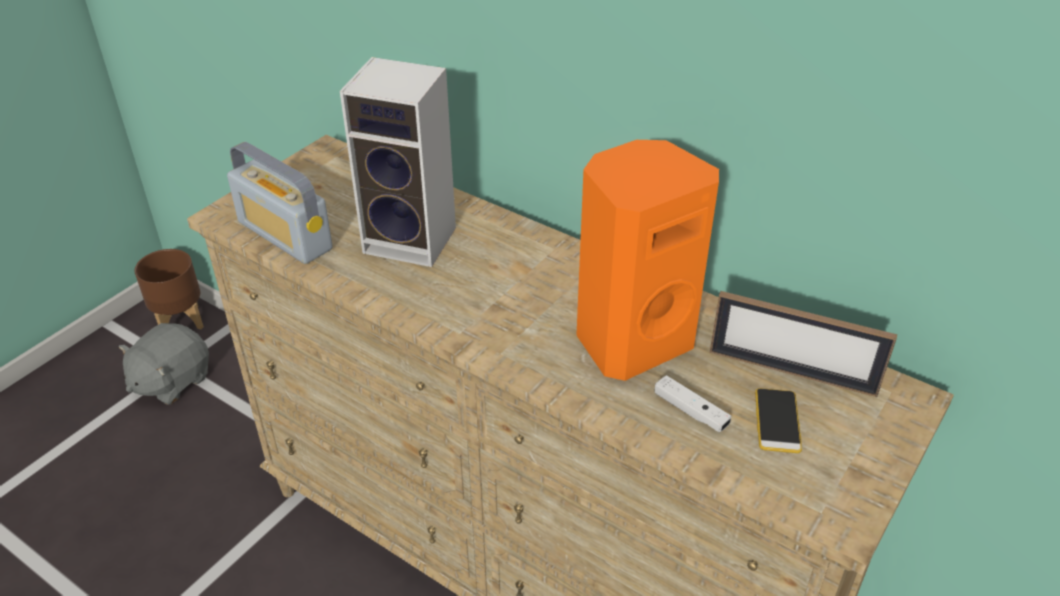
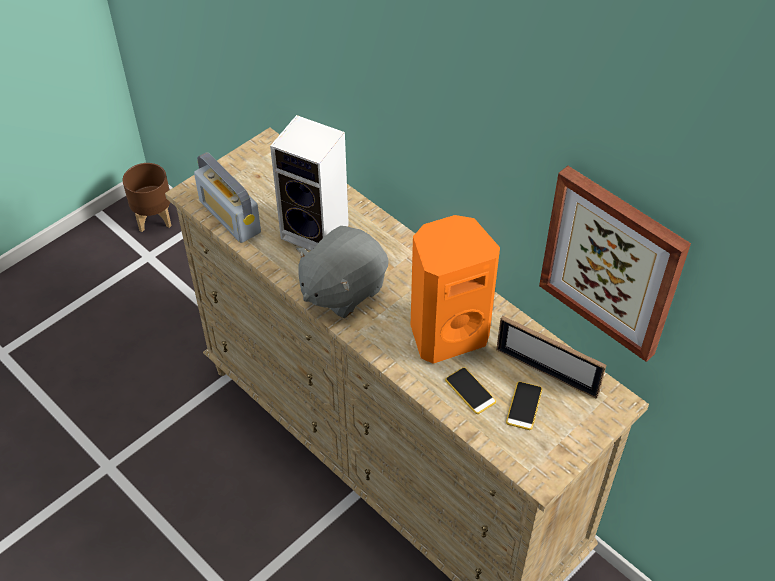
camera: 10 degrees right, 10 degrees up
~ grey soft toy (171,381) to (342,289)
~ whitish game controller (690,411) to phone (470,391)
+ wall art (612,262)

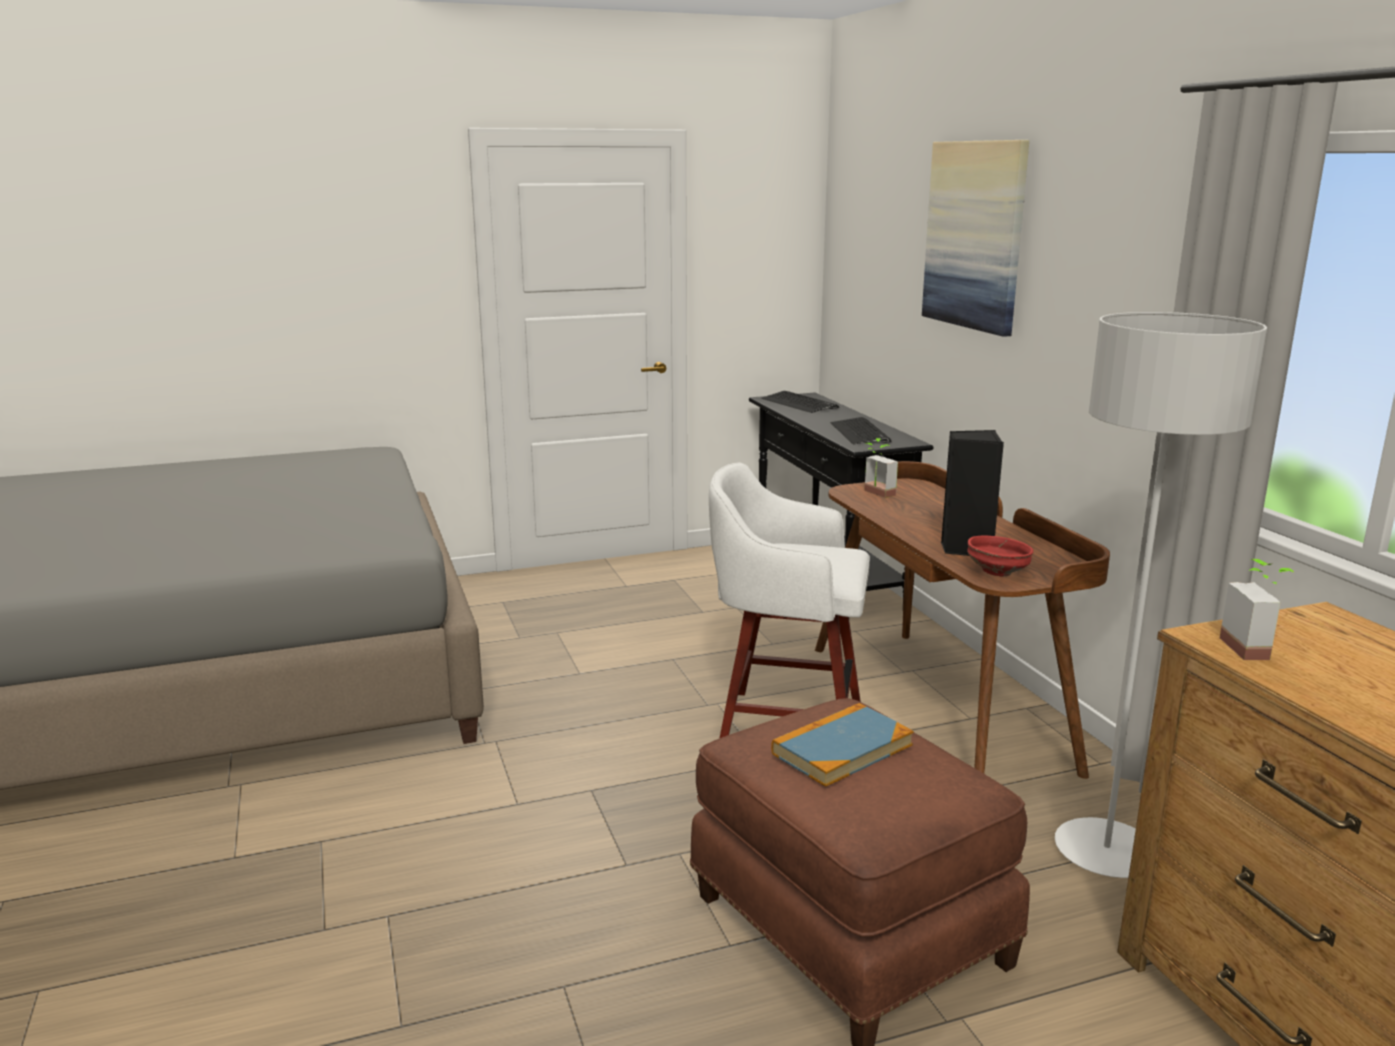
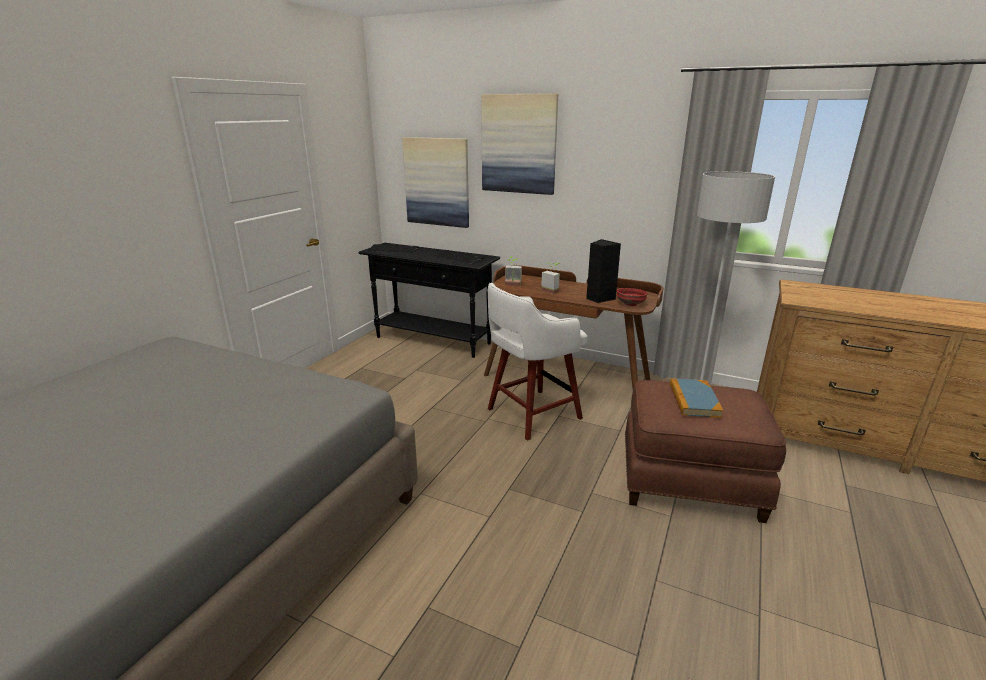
camera: 45 degrees left, 5 degrees up
+ wall art (437,182)
~ houseplant (1255,648) to (552,290)

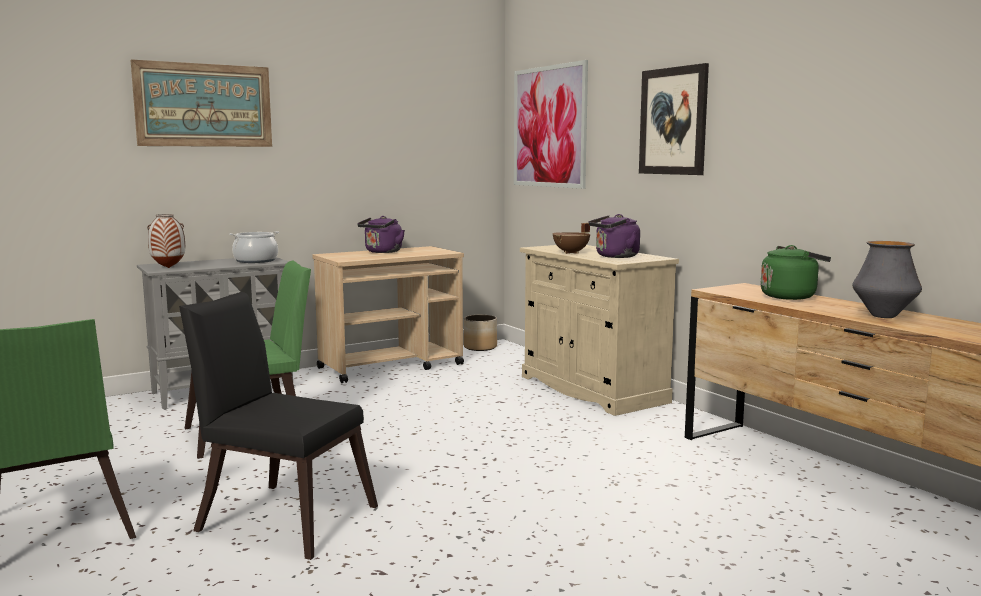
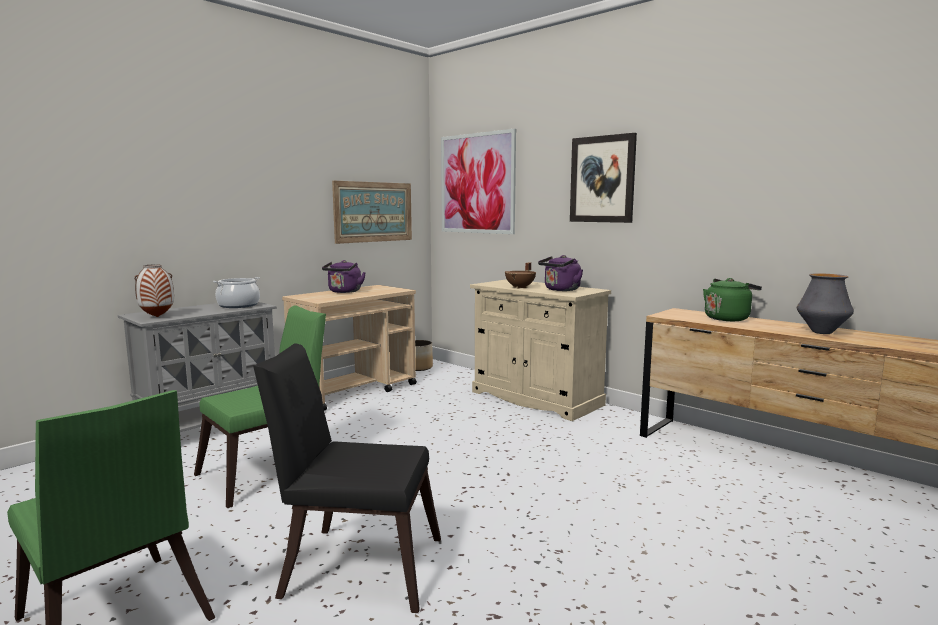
camera: 15 degrees left, 0 degrees up
~ wall art (204,105) to (373,212)

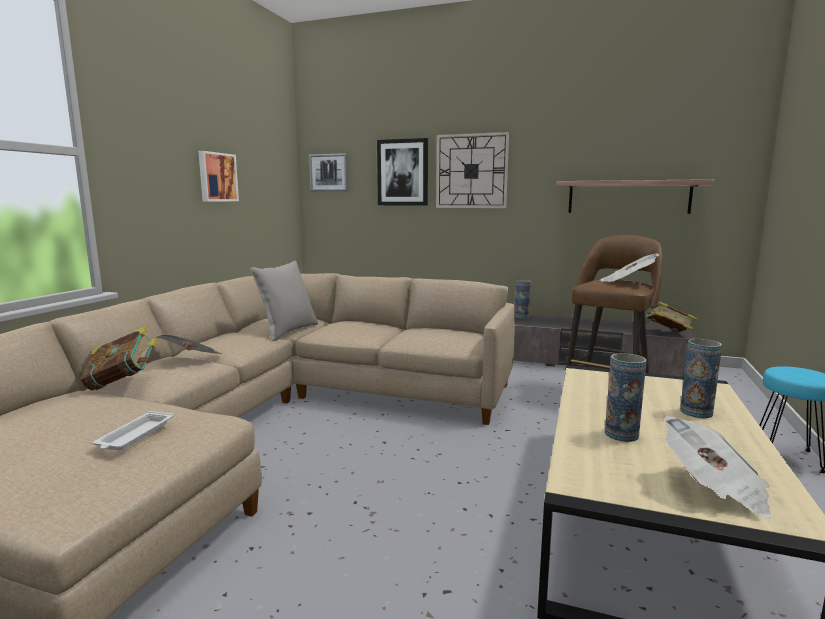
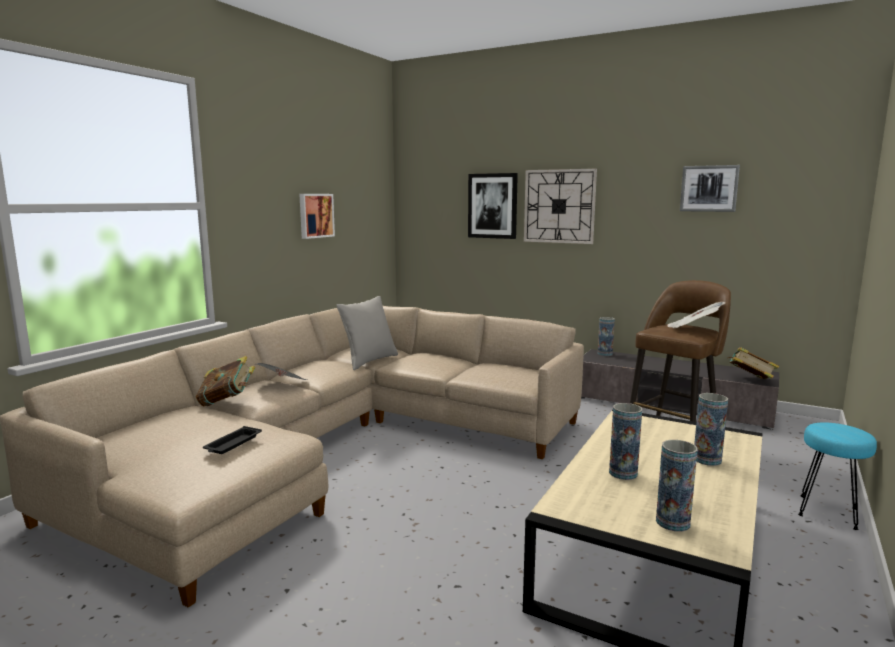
camera: 10 degrees right, 0 degrees up
~ whitish carrying tray (135,435) to black-coloured carrying tray (232,444)
~ printed paper (715,489) to decorative vase (672,522)
~ wall art (329,172) to (709,188)
- bracket shelf (628,197)

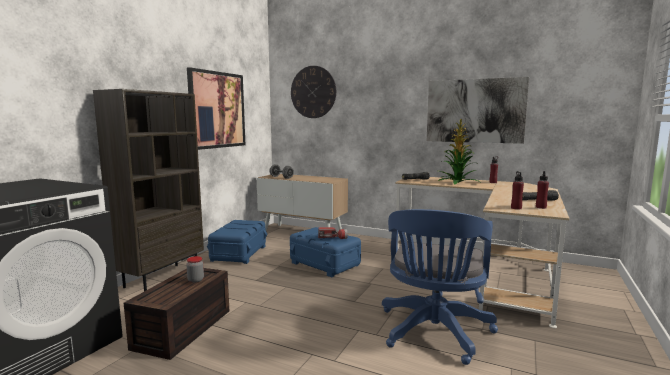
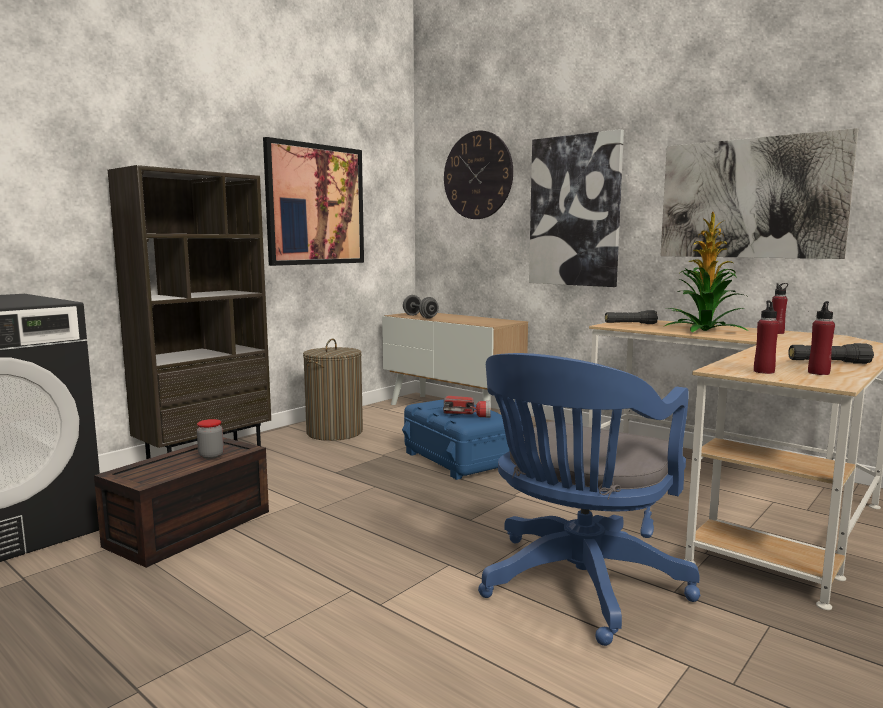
camera: 15 degrees right, 0 degrees up
~ blue-coloured storage box (238,253) to washing basket (334,432)
+ wall art (575,211)

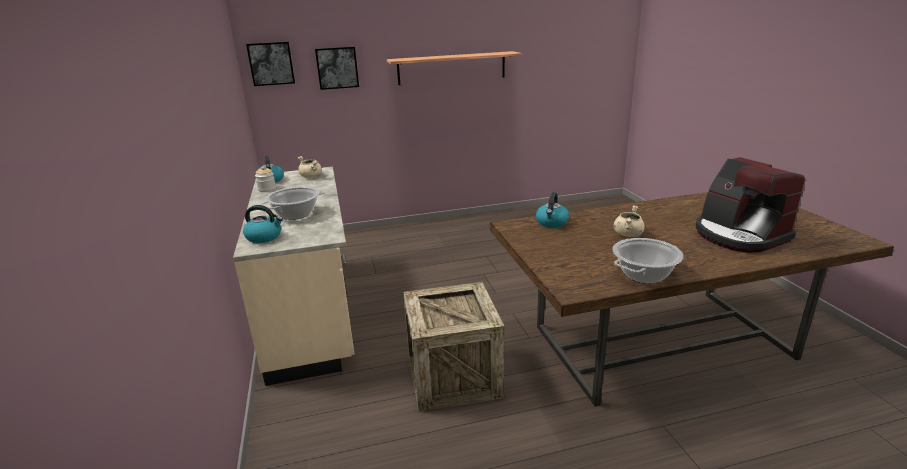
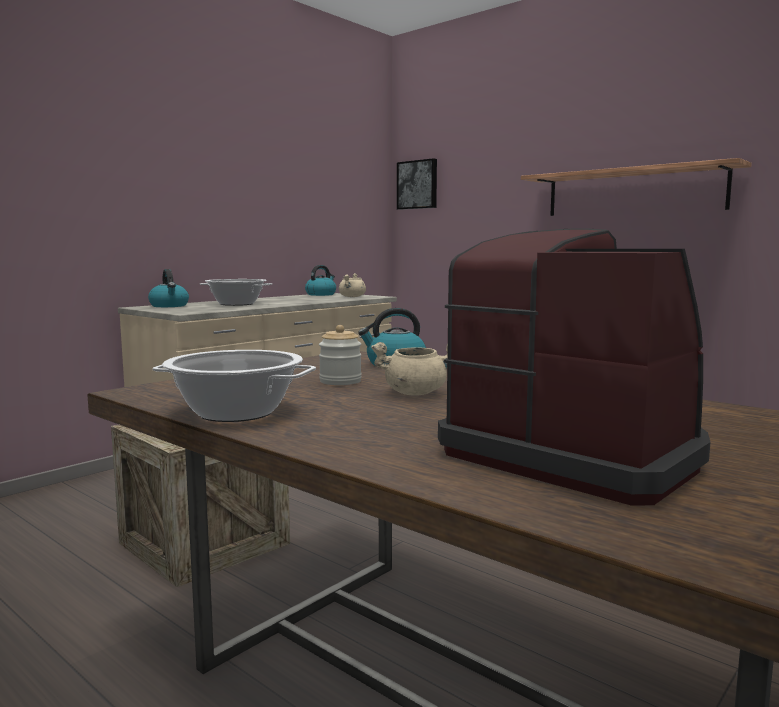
camera: 55 degrees right, 15 degrees down
~ preserve jar (267,189) to (340,381)
~ coffee machine (739,235) = (575,454) 105 degrees clockwise
- wall art (337,68)

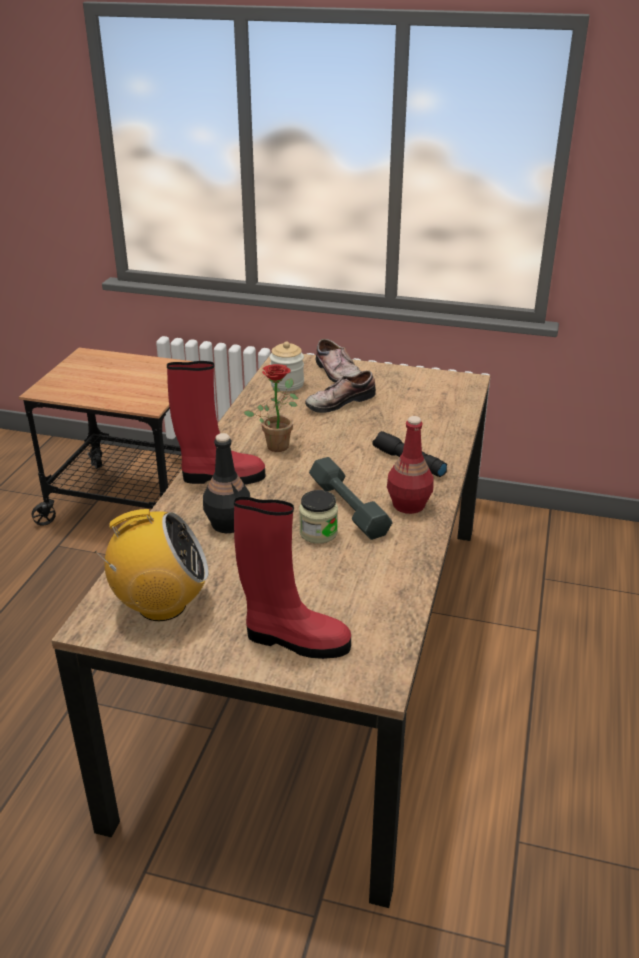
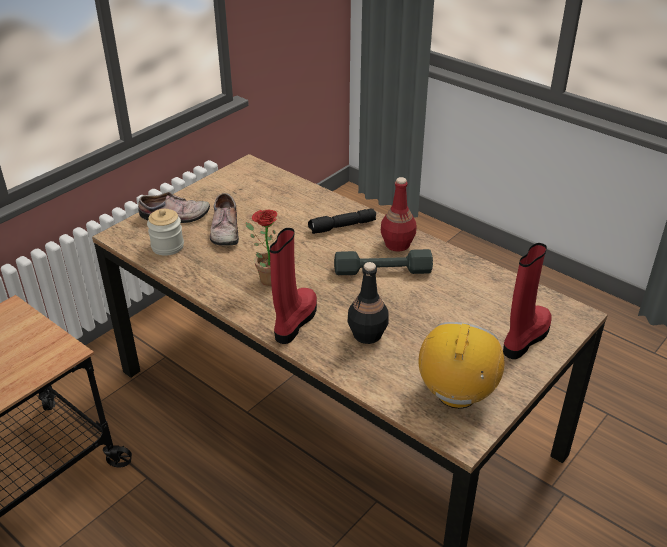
camera: 65 degrees left, 5 degrees up
- preserve jar (318,533)

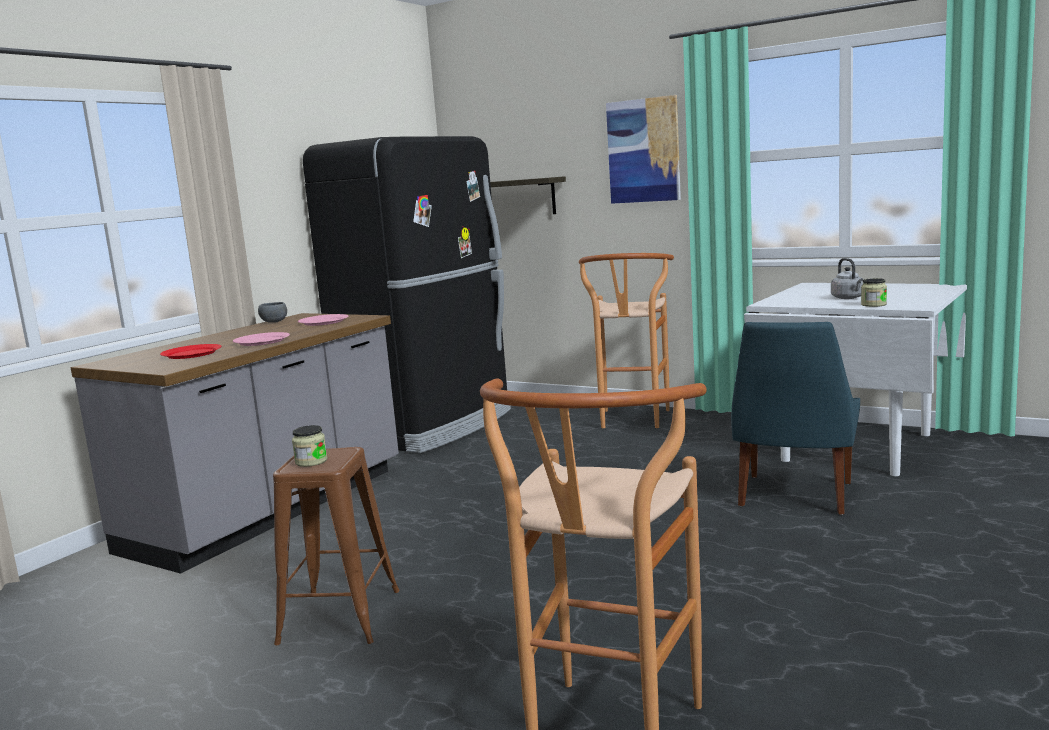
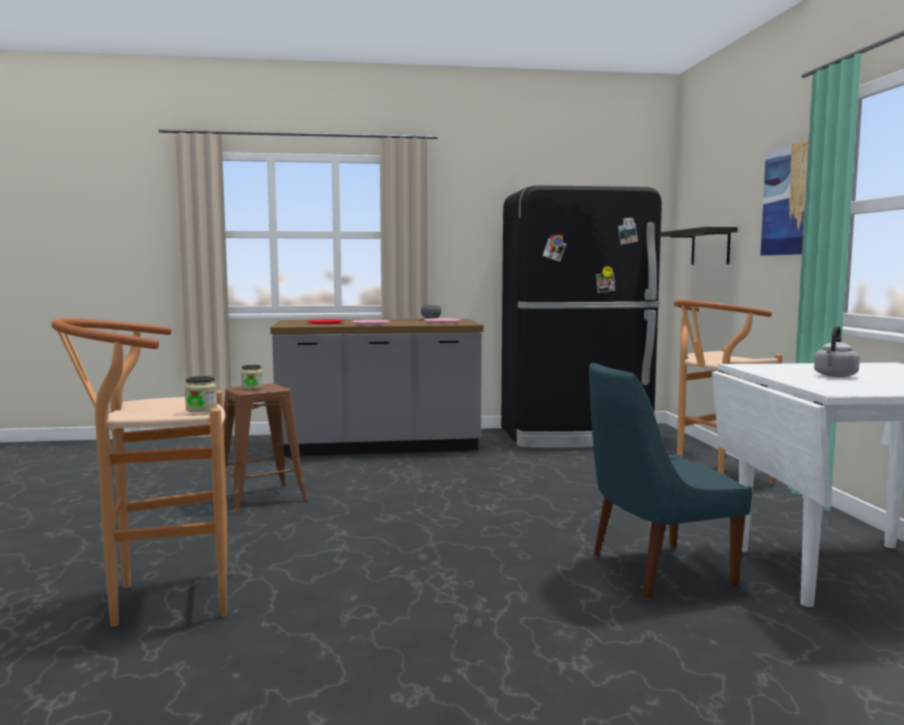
camera: 50 degrees right, 5 degrees down
~ preserve jar (873,305) to (201,409)

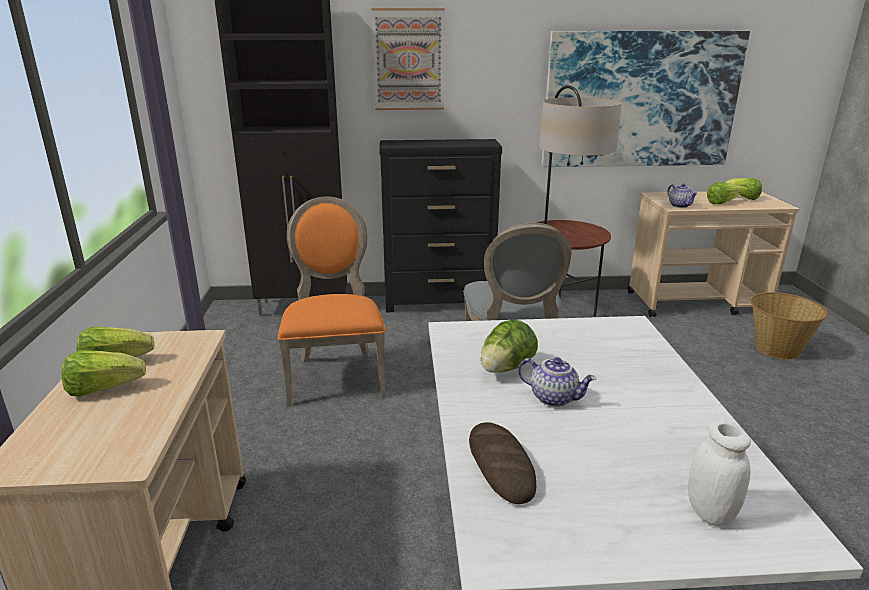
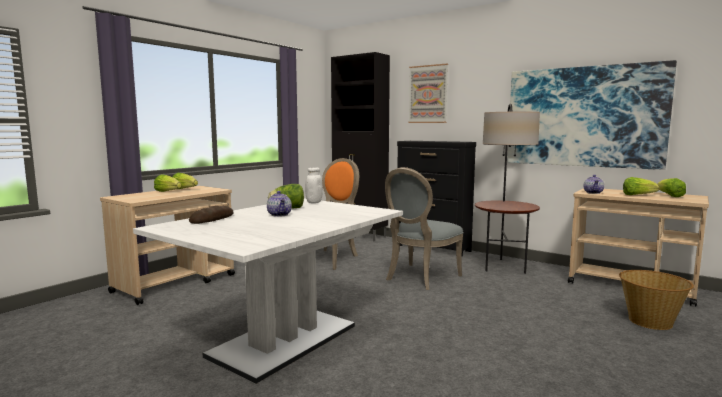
camera: 40 degrees right, 15 degrees down
~ whitish preserve jar (710,513) to (314,202)

